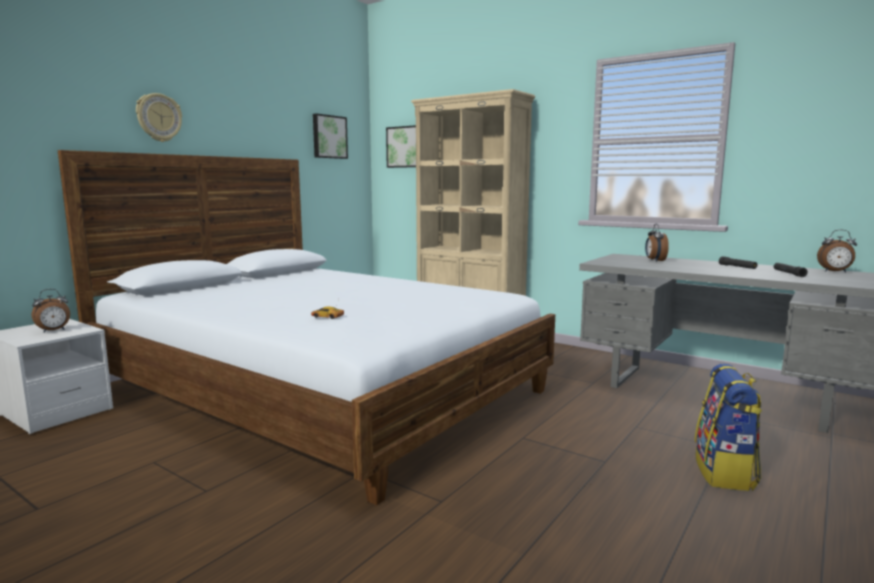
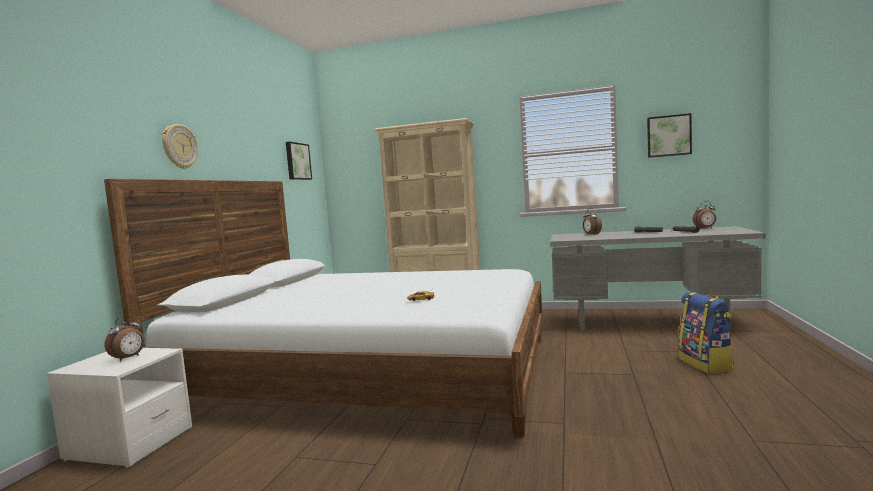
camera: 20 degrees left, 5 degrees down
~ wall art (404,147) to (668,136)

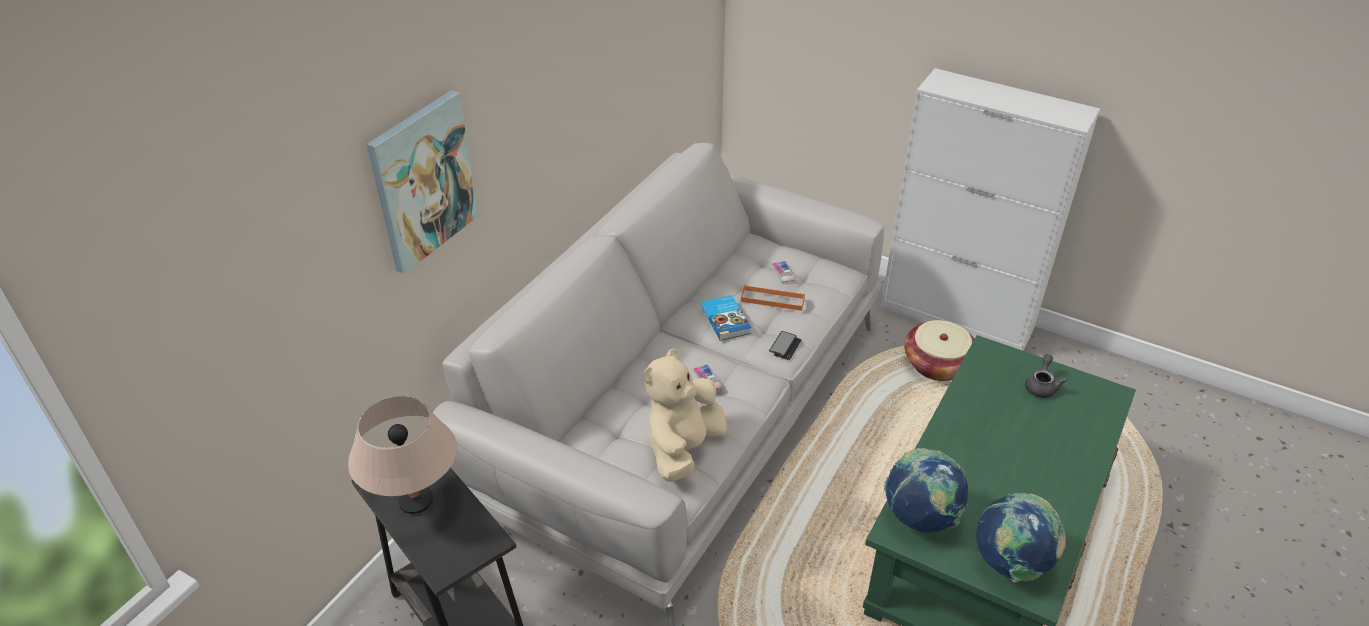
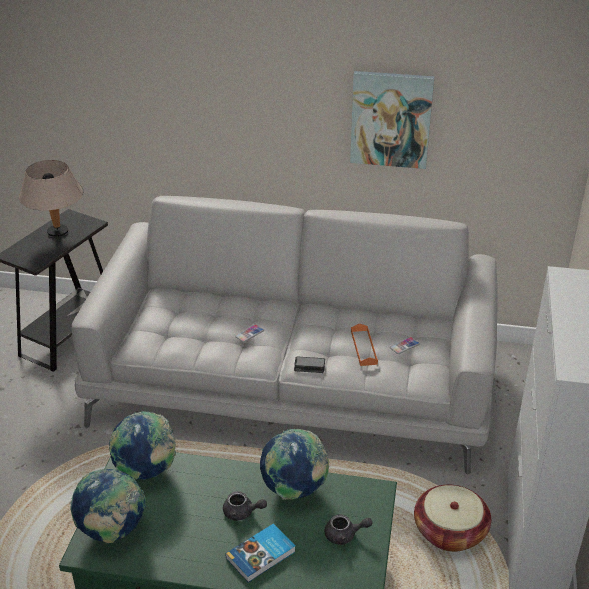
camera: 70 degrees right, 5 degrees down
+ grey tea pot (242,513)
~ book (726,320) to (262,555)
+ world globe (294,489)
~ wall art (423,181) to (391,119)
- sand-coloured soft toy (683,448)

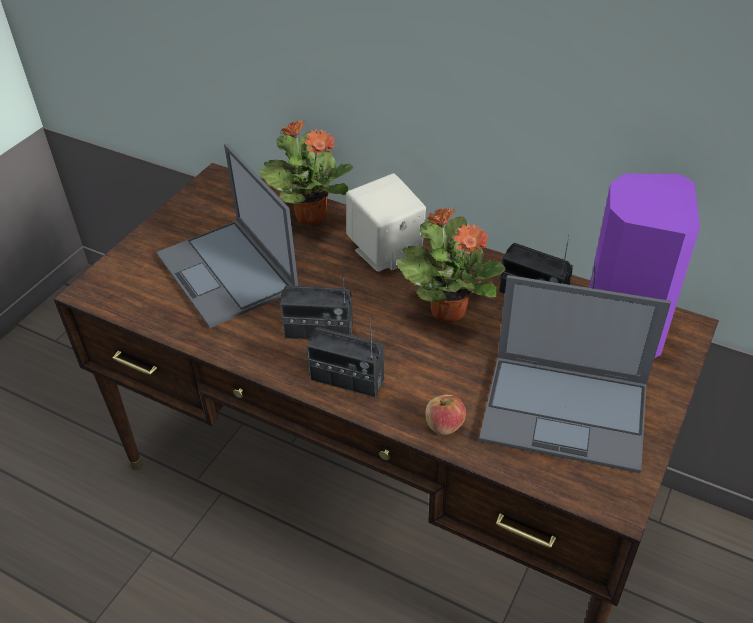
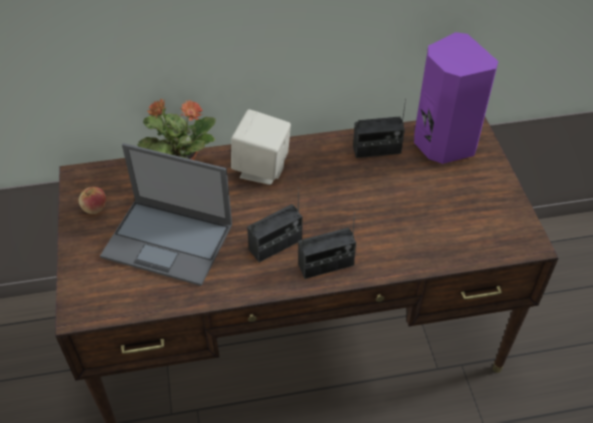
camera: 40 degrees left, 5 degrees up
~ apple (444,425) to (94,208)
- houseplant (447,310)
- laptop (567,411)

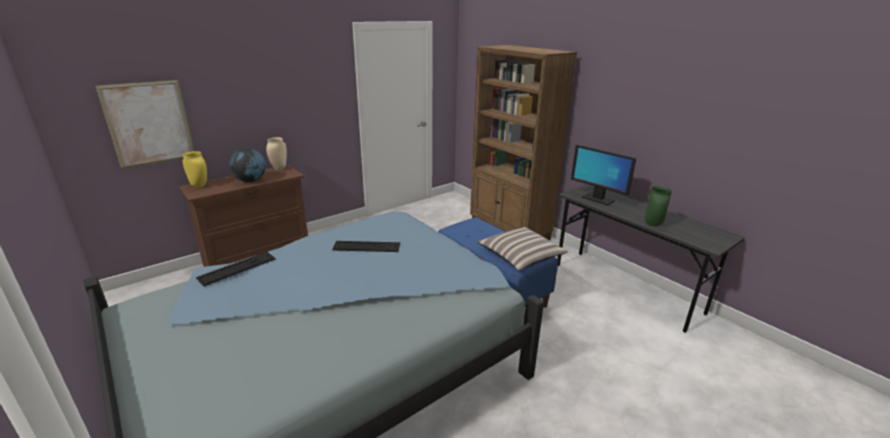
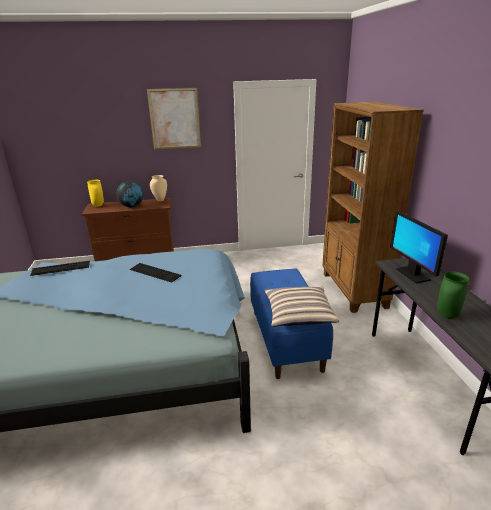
camera: 30 degrees right, 0 degrees up
~ wall art (149,123) to (175,119)

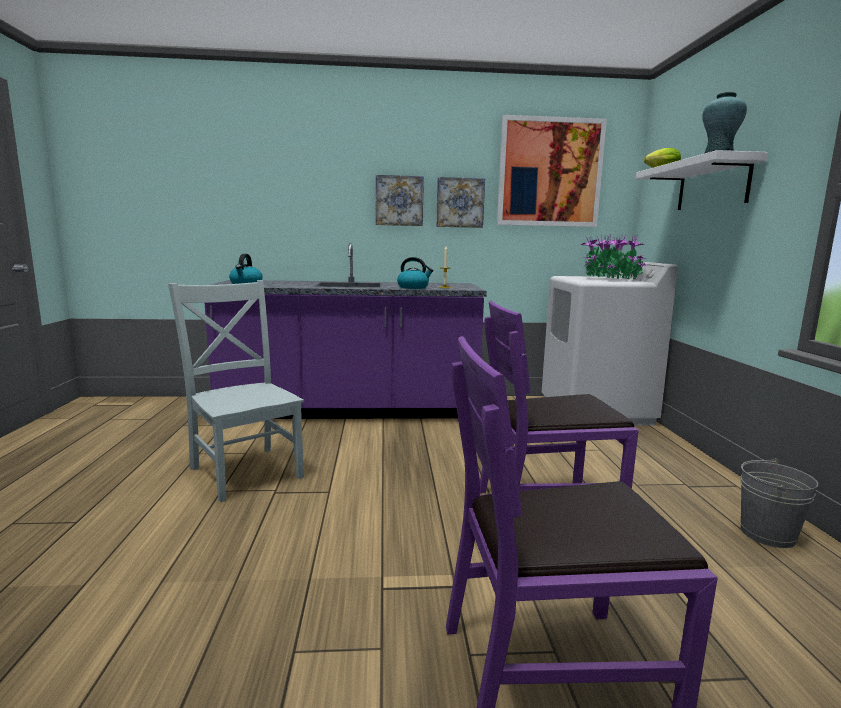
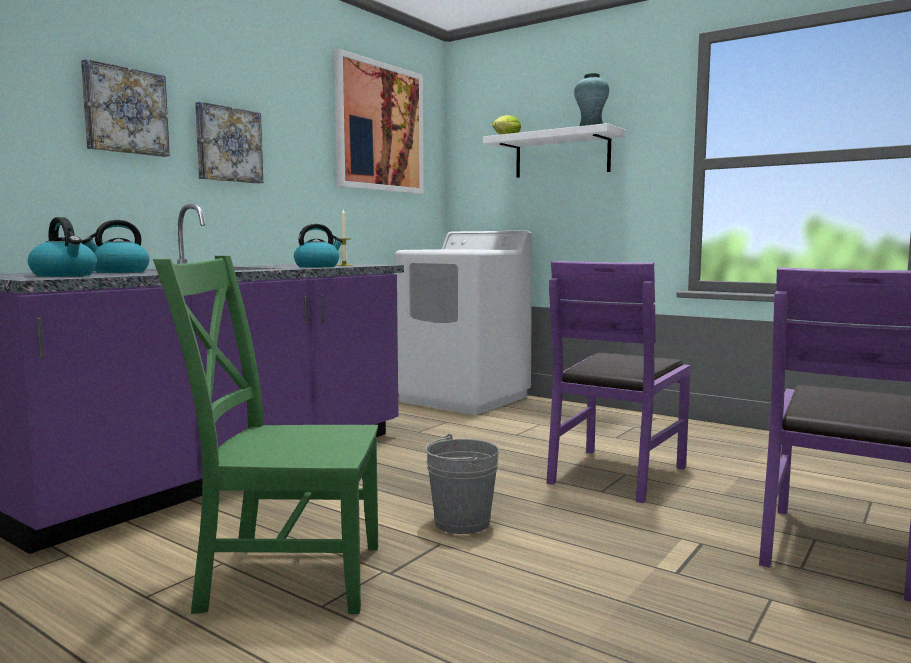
camera: 50 degrees left, 5 degrees down
~ wall art (460,203) to (124,111)
+ water kettle (119,272)
~ grey upright chair (245,470) to green upright chair (284,575)
~ grey bucket (767,534) to (462,522)
- houseplant (610,278)

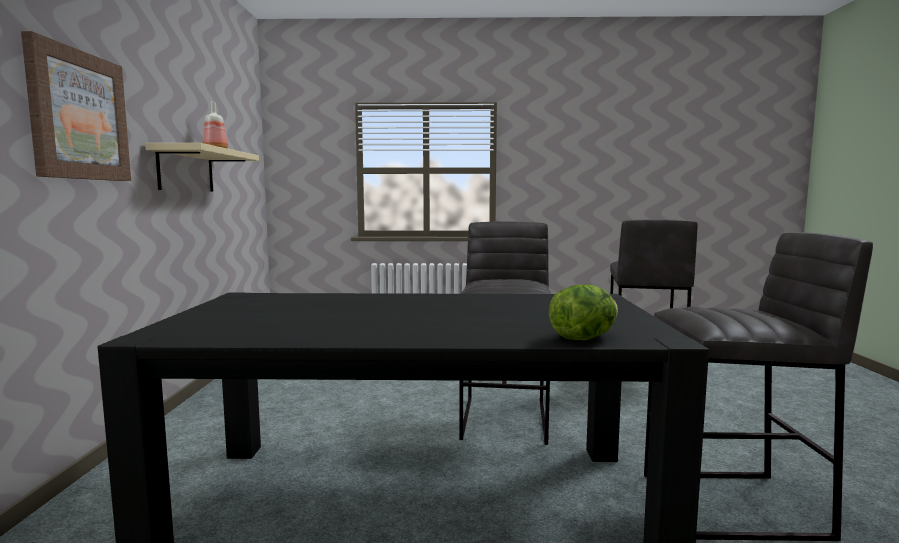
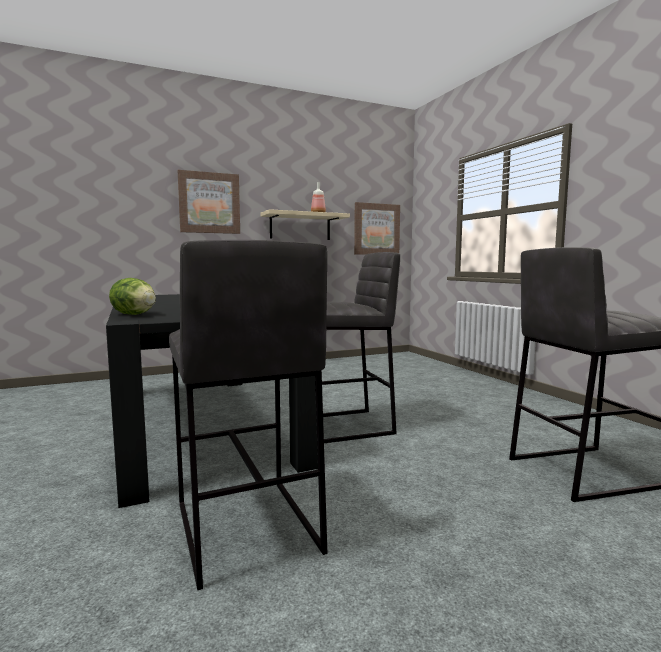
camera: 65 degrees right, 0 degrees up
+ wall art (376,229)

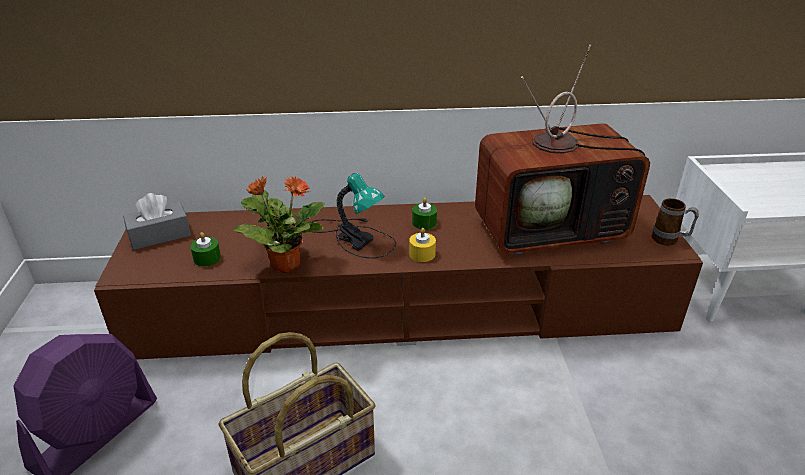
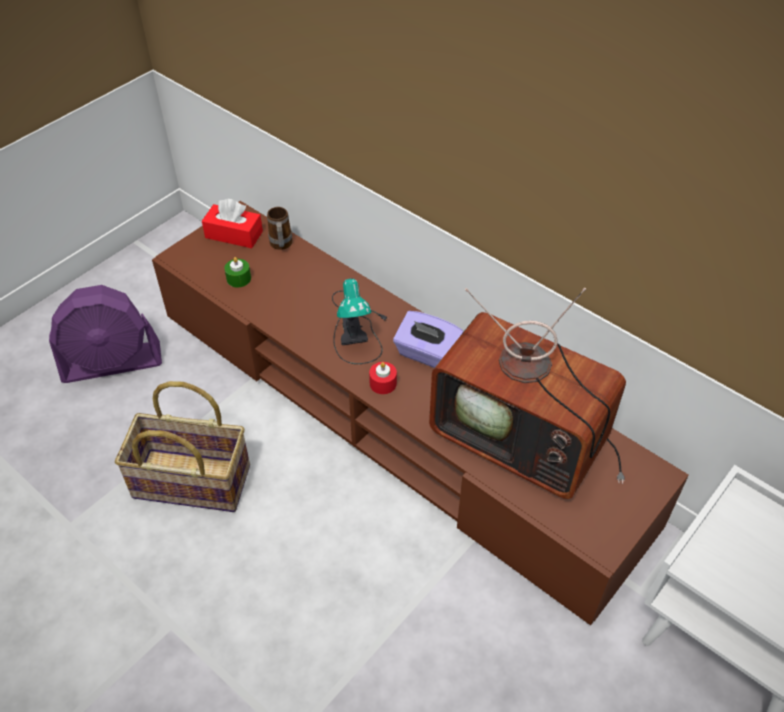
camera: 45 degrees right, 15 degrees up
~ grey tissue box (160,235) to reddish tissue box (234,234)
~ coffee mug (669,241) to (281,246)
~ yellow wax candle (422,254) to reddish wax candle (383,383)
~ green wax candle (424,223) to purple-coloured tissue box (427,354)
- houseplant (284,264)

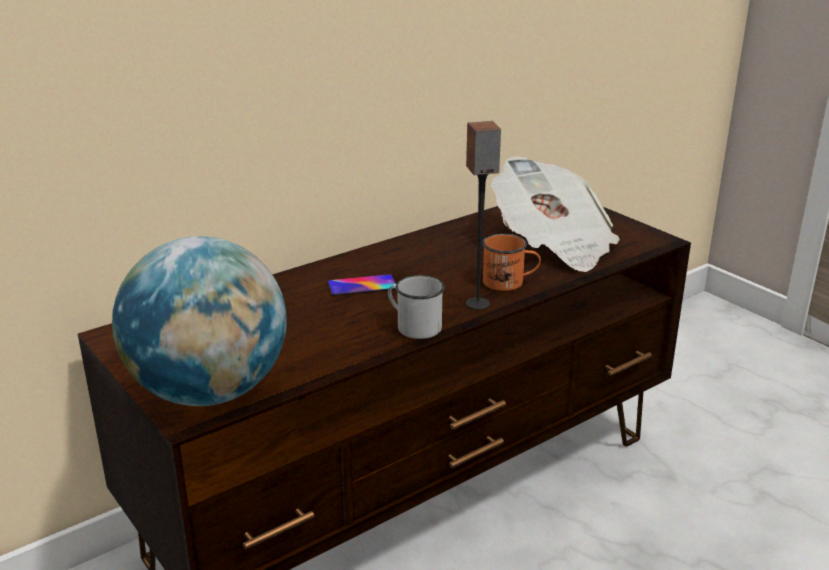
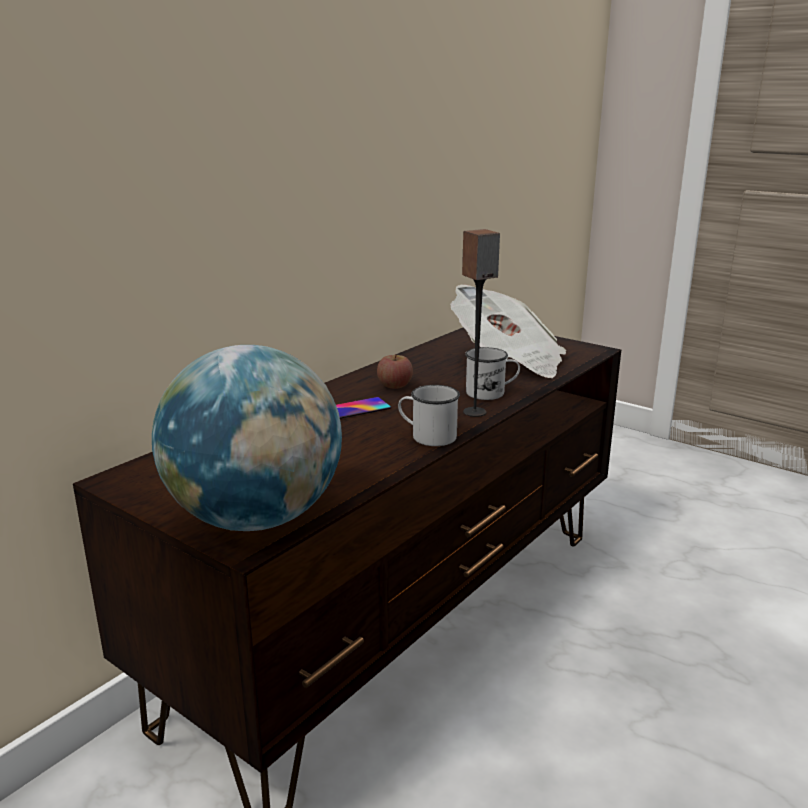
camera: 15 degrees left, 5 degrees down
+ apple (394,385)
~ orangey coffee mug (509,282) to whitish coffee mug (491,393)

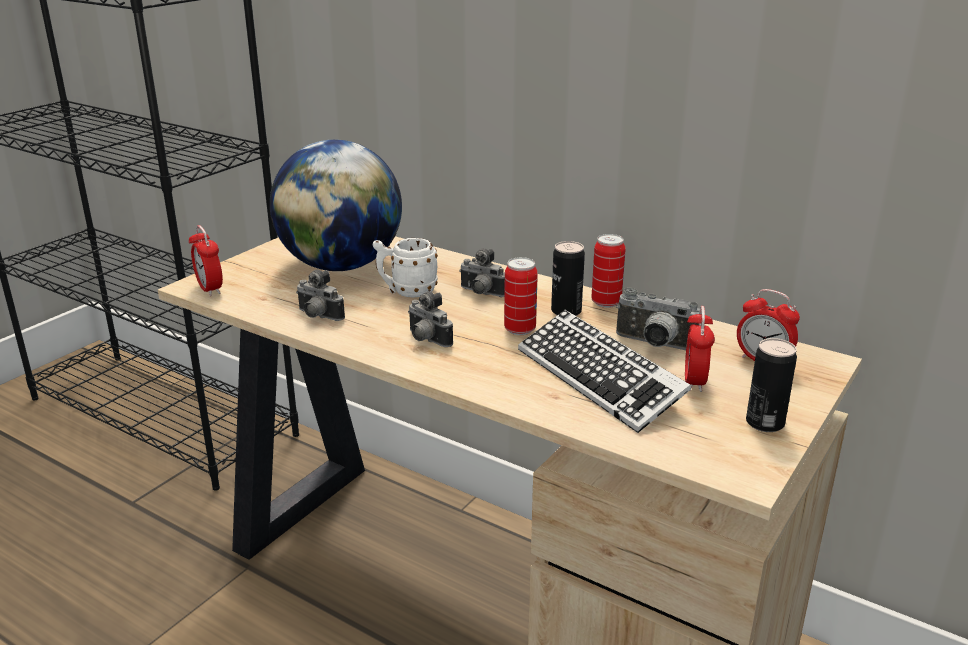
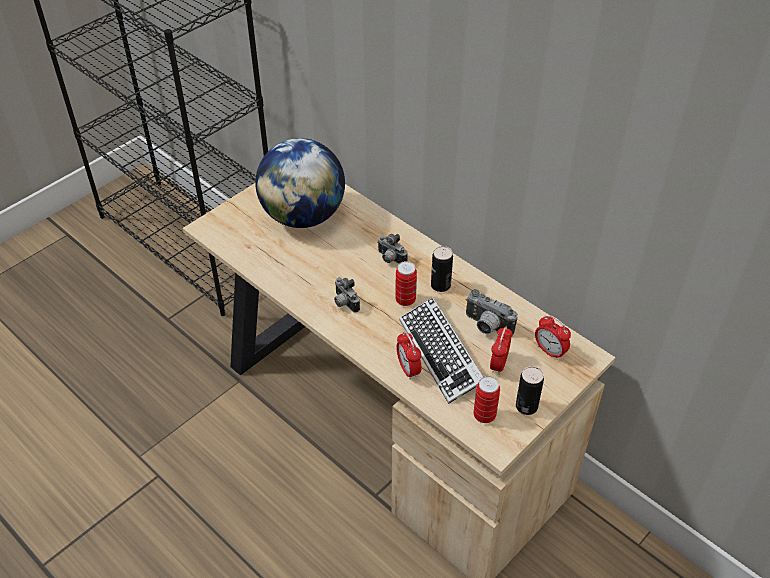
camera: 10 degrees right, 20 degrees up
~ table clock (210,289) to (408,369)
~ metal can (606,302) to (484,415)
- still camera (318,317)
- whitish coffee mug (406,291)

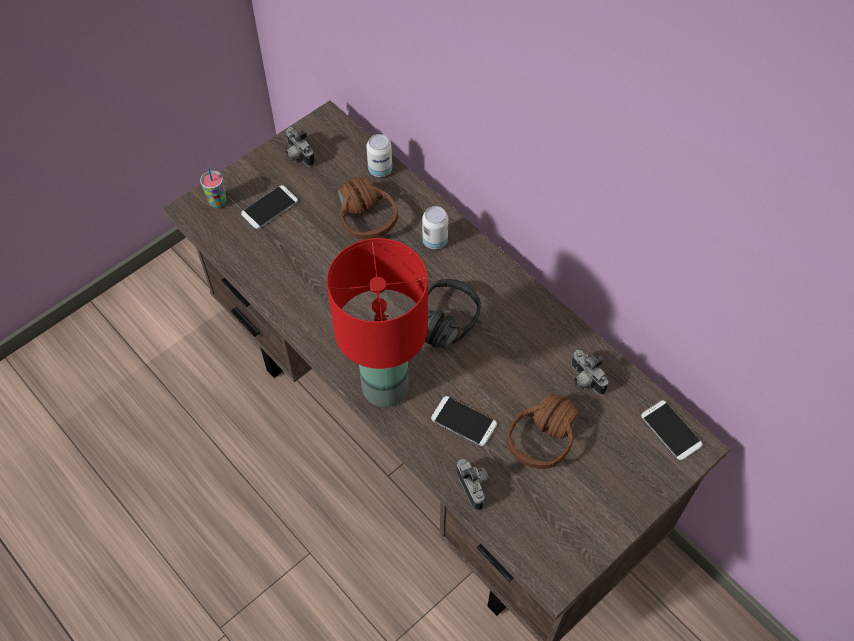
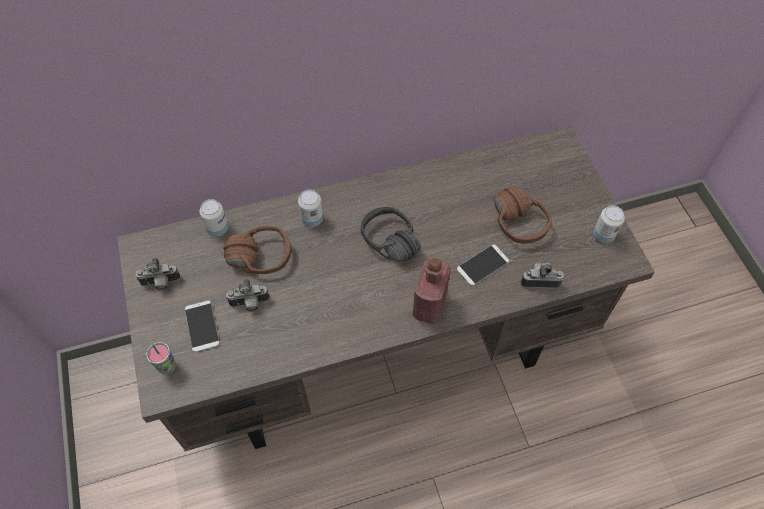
camera: 65 degrees left, 0 degrees up
~ still camera (584,380) to (249,304)
~ reddish tabletop lamp (386,388) to reddish beverage bottle (429,305)
+ metal can (603,235)
- phone (671,430)

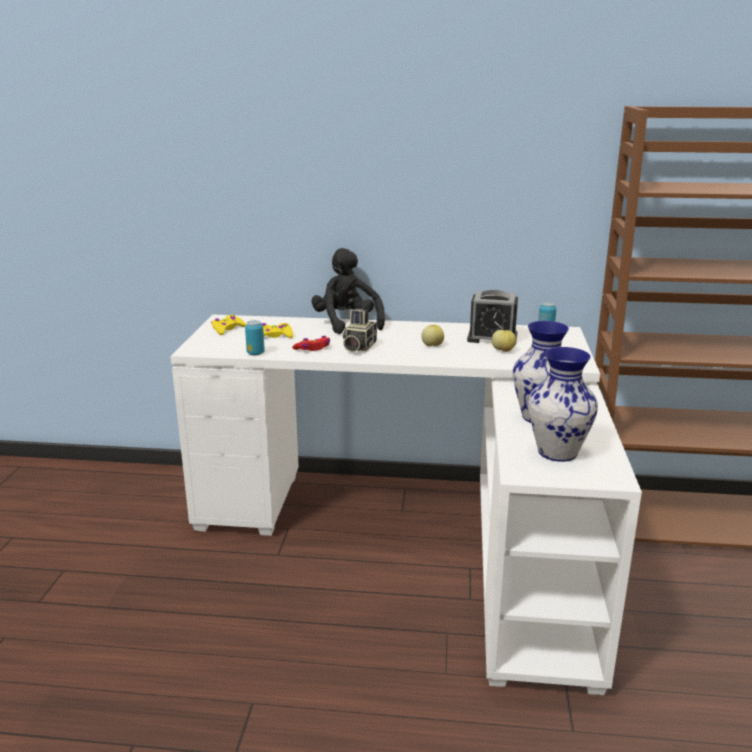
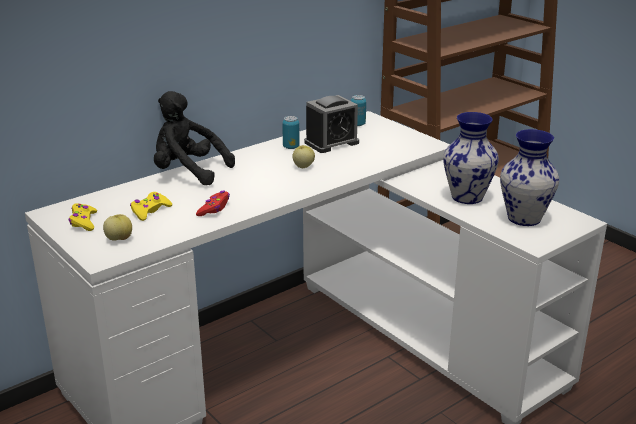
camera: 45 degrees left, 5 degrees up
~ apple (503,350) to (119,239)
~ metal can (255,353) to (291,147)
- still camera (358,347)

